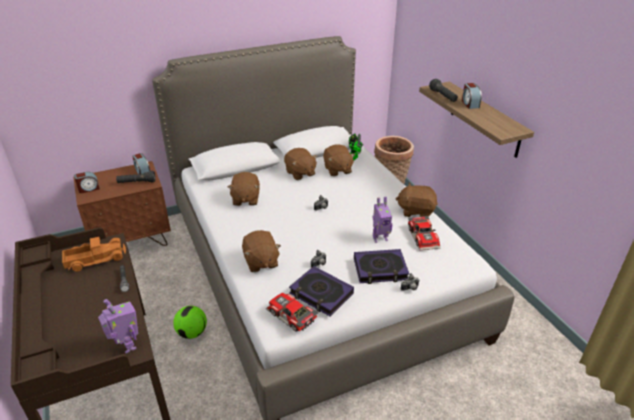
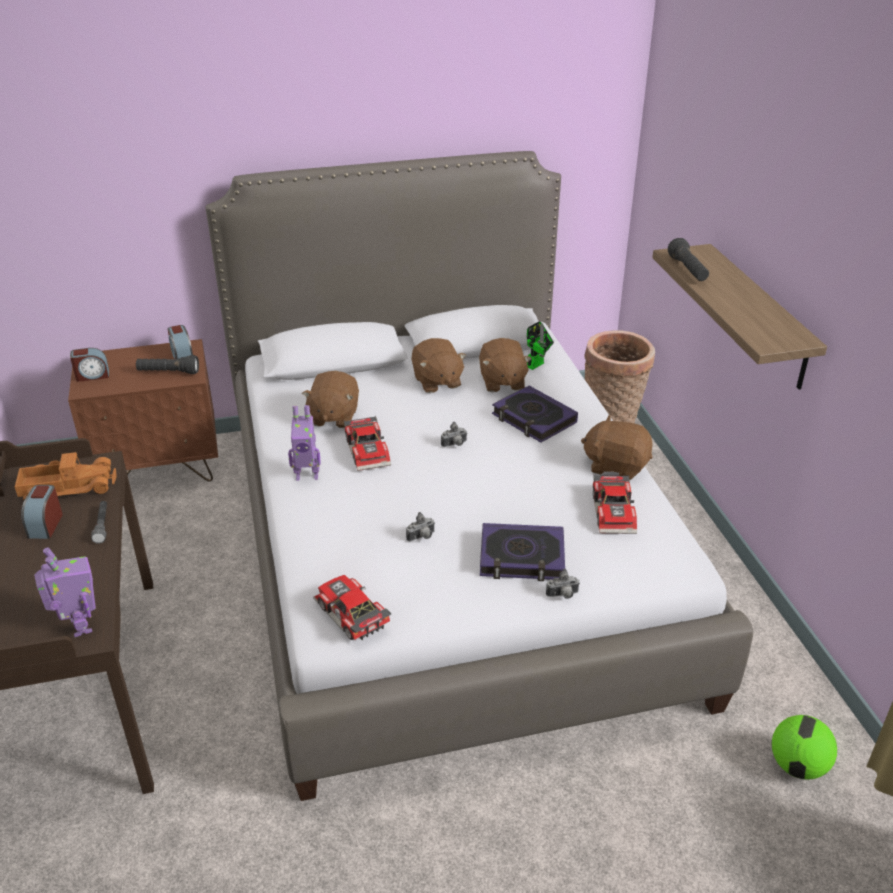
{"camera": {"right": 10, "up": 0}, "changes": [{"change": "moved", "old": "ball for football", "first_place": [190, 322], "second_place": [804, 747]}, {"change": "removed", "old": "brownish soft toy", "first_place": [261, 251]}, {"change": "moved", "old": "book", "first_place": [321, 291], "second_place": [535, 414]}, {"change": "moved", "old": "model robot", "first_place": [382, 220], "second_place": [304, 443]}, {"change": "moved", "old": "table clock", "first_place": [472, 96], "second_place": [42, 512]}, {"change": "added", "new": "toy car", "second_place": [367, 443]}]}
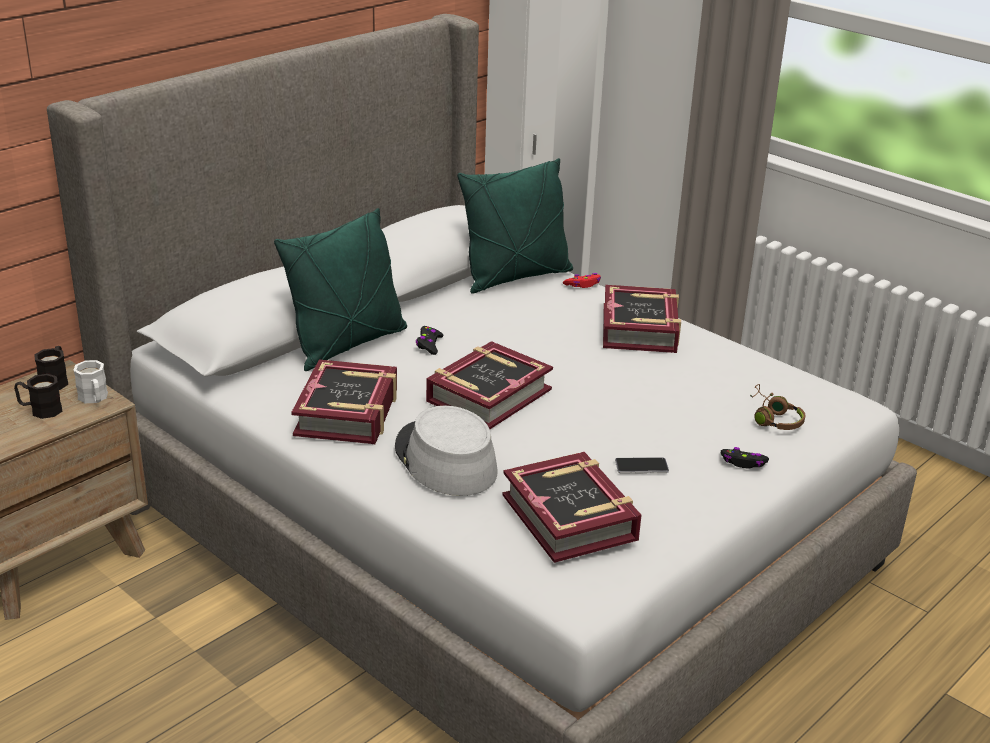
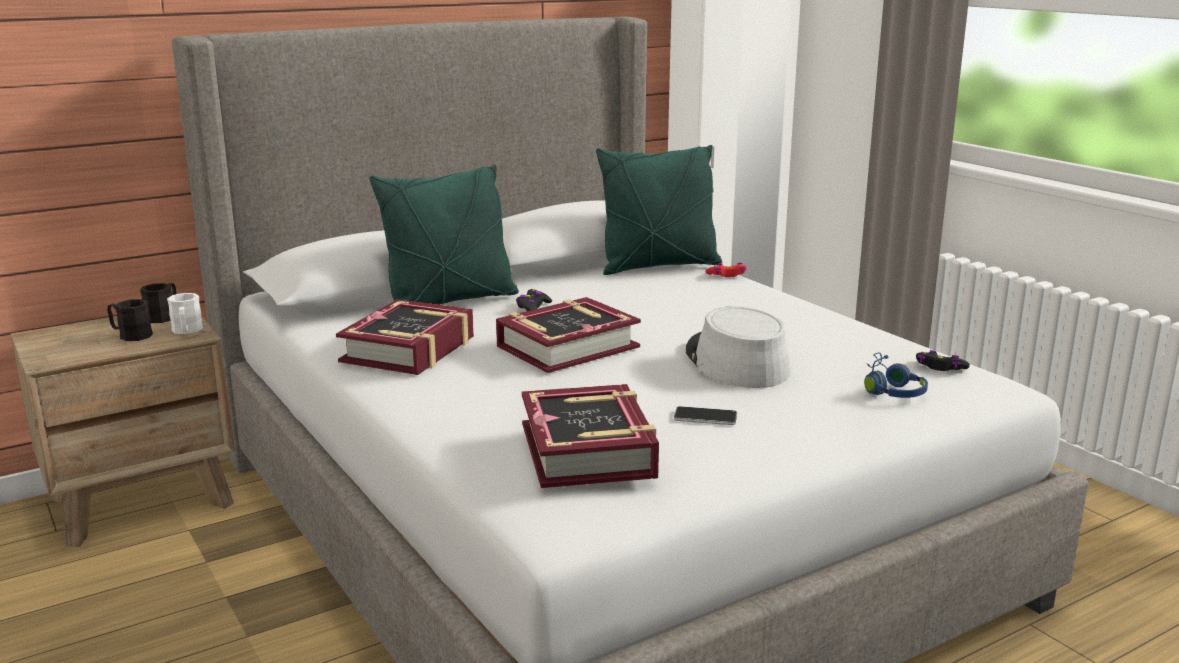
{"camera": {"right": 15, "up": -10}, "changes": [{"change": "moved", "old": "grey clothing hat", "first_place": [446, 451], "second_place": [738, 347]}, {"change": "removed", "old": "book", "first_place": [642, 319]}, {"change": "moved", "old": "blackish joypad", "first_place": [745, 458], "second_place": [943, 360]}, {"change": "recoloured", "old": "brownish pair of headphones", "new": "blue-coloured pair of headphones", "first_place": [777, 407], "second_place": [896, 375]}]}
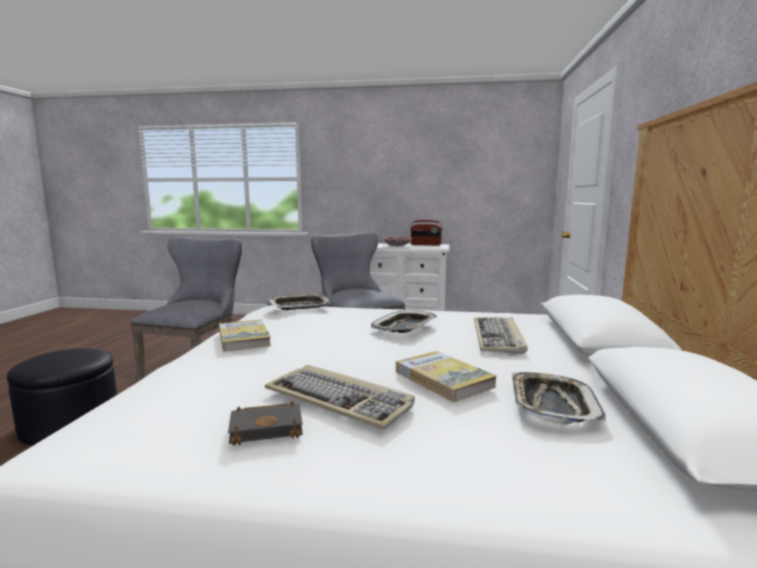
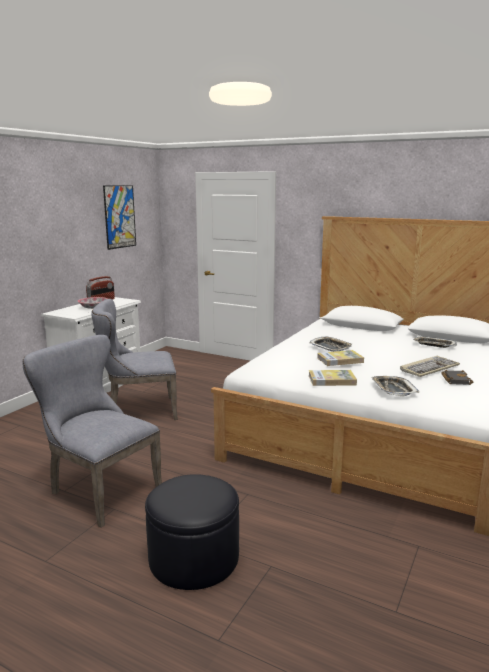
{"camera": {"right": -70, "up": 5}, "changes": [{"change": "moved", "old": "tray", "first_place": [298, 301], "second_place": [395, 386]}, {"change": "moved", "old": "book", "first_place": [446, 376], "second_place": [340, 358]}, {"change": "removed", "old": "computer keyboard", "first_place": [501, 335]}, {"change": "added", "new": "wall art", "second_place": [119, 217]}]}
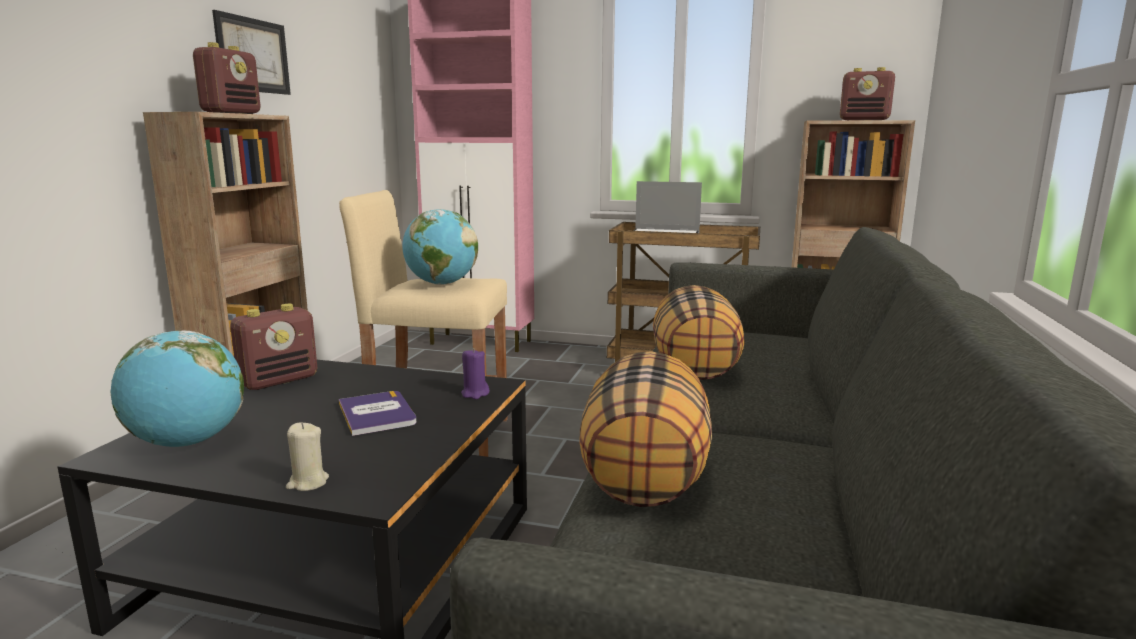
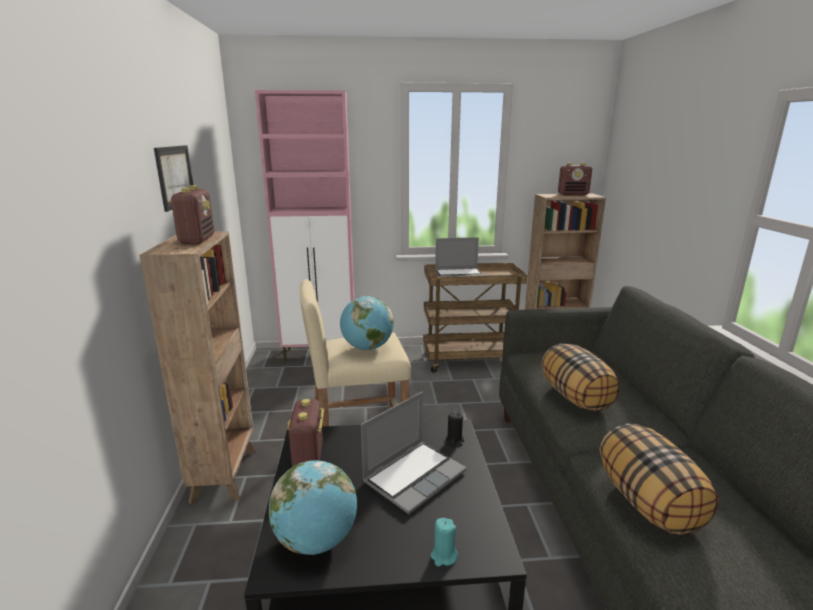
{"camera": {"right": -20, "up": 5}, "changes": [{"change": "turned", "old": "radio set", "first_place": [273, 347], "second_place": [305, 433], "degrees": 150}, {"change": "recoloured", "old": "beige wax candle", "new": "turquoise-coloured wax candle", "first_place": [307, 456], "second_place": [444, 542]}, {"change": "replaced", "old": "book", "new": "notebook computer", "first_place": [378, 413], "second_place": [414, 453]}, {"change": "recoloured", "old": "purplish wax candle", "new": "blackish wax candle", "first_place": [475, 373], "second_place": [455, 429]}]}
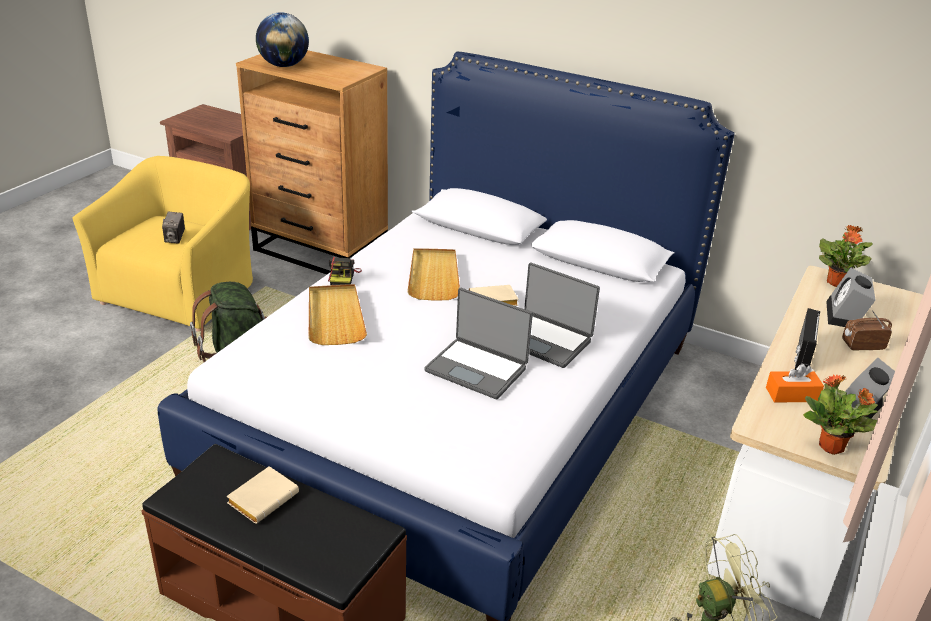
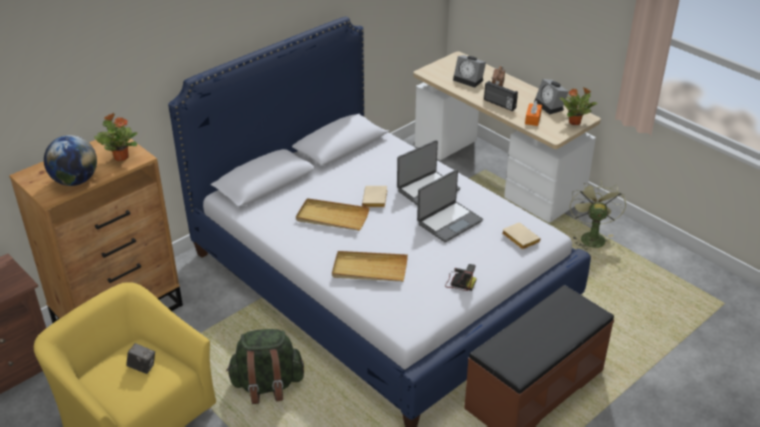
{"camera": {"right": -70, "up": 5}, "changes": [{"change": "moved", "old": "beige book", "first_place": [263, 495], "second_place": [521, 236]}, {"change": "moved", "old": "photo camera", "first_place": [345, 271], "second_place": [461, 277]}, {"change": "moved", "old": "potted plant", "first_place": [846, 256], "second_place": [116, 137]}]}
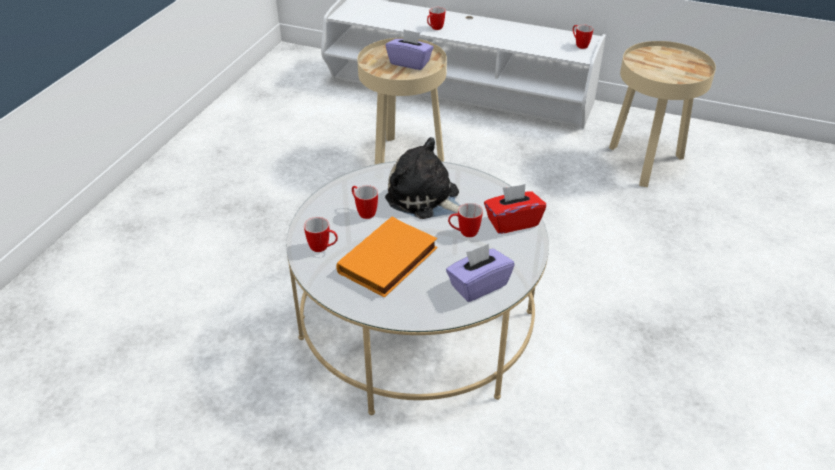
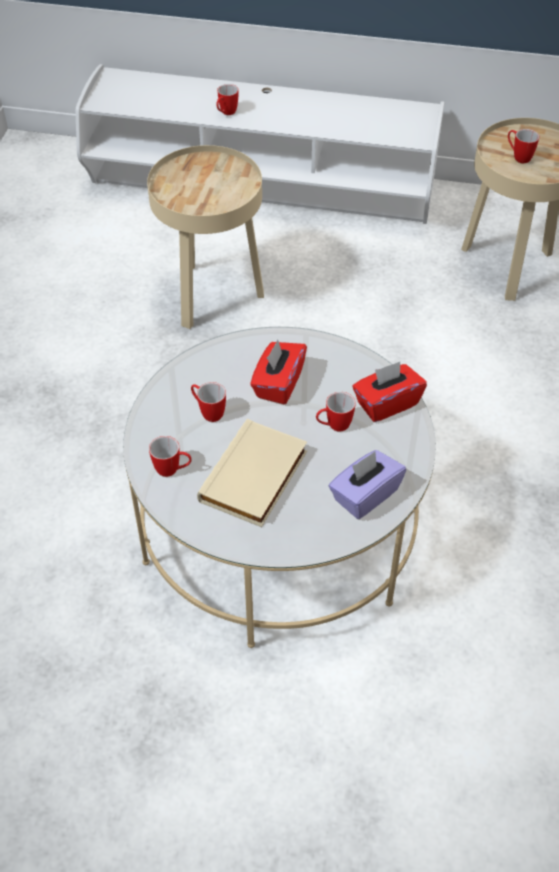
{"camera": {"right": -10, "up": 10}, "changes": [{"change": "recoloured", "old": "orange-coloured book", "new": "beige book", "first_place": [386, 257], "second_place": [252, 473]}, {"change": "replaced", "old": "soft toy", "new": "red box of tissues", "first_place": [423, 178], "second_place": [278, 372]}, {"change": "removed", "old": "purplish box of tissues", "first_place": [410, 49]}, {"change": "moved", "old": "tea mug", "first_place": [583, 37], "second_place": [523, 146]}]}
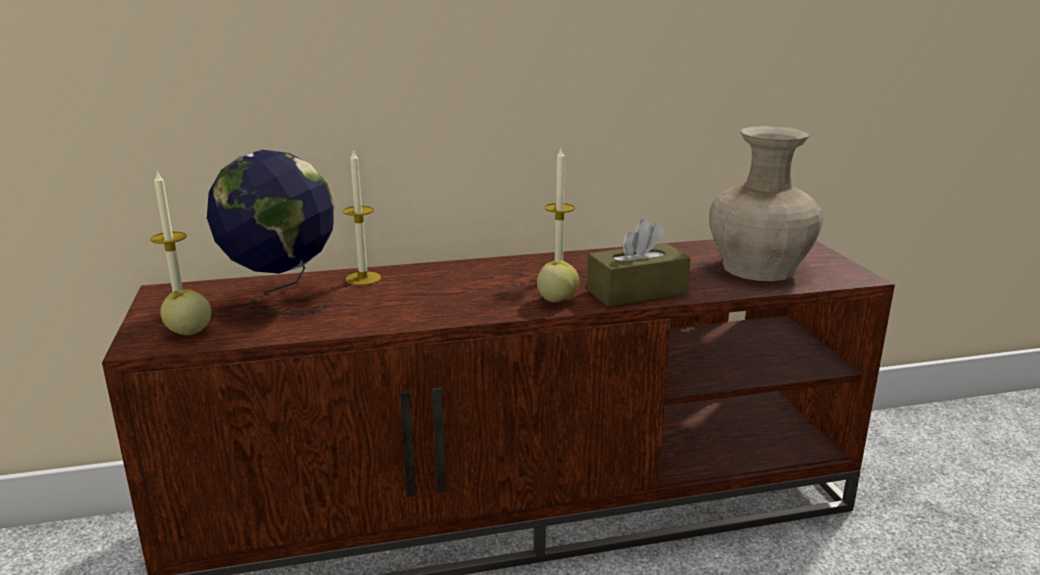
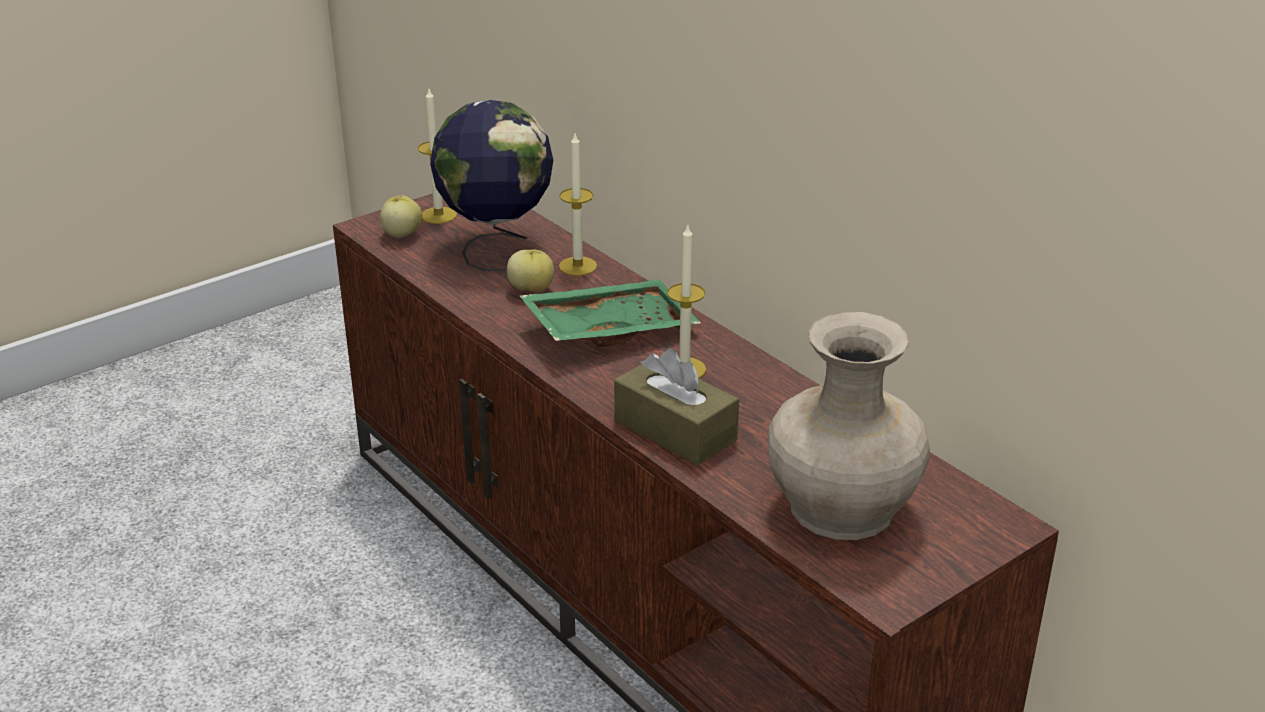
{"camera": {"right": 65, "up": 10}, "changes": [{"change": "moved", "old": "whole apple", "first_place": [558, 281], "second_place": [530, 271]}, {"change": "added", "new": "green-coloured tray", "second_place": [610, 313]}]}
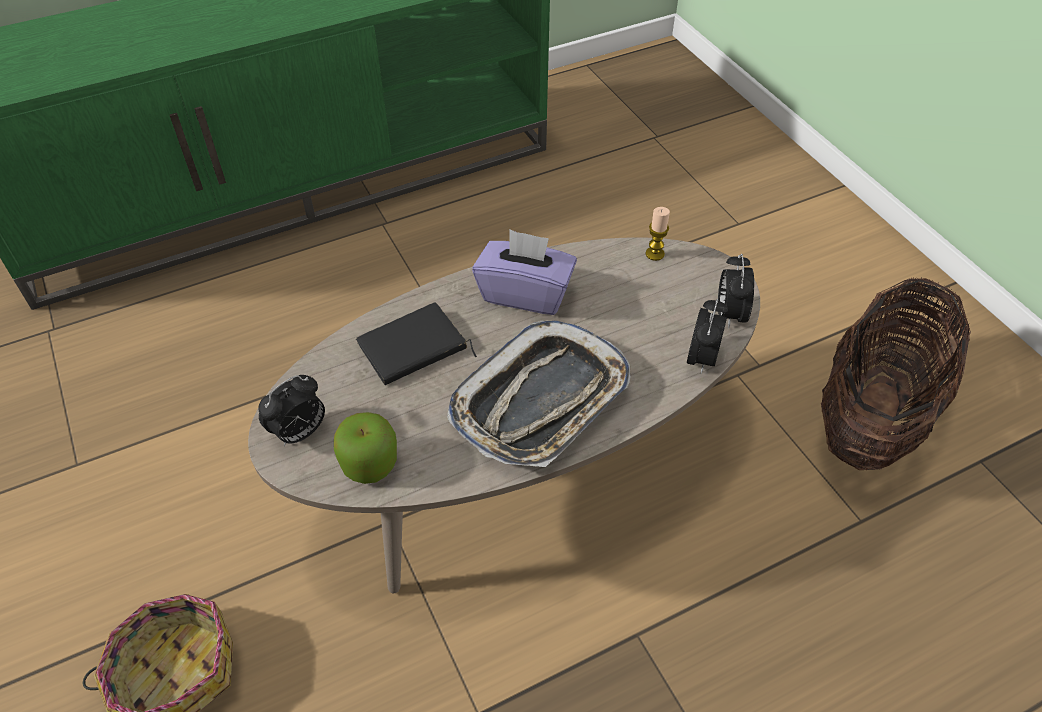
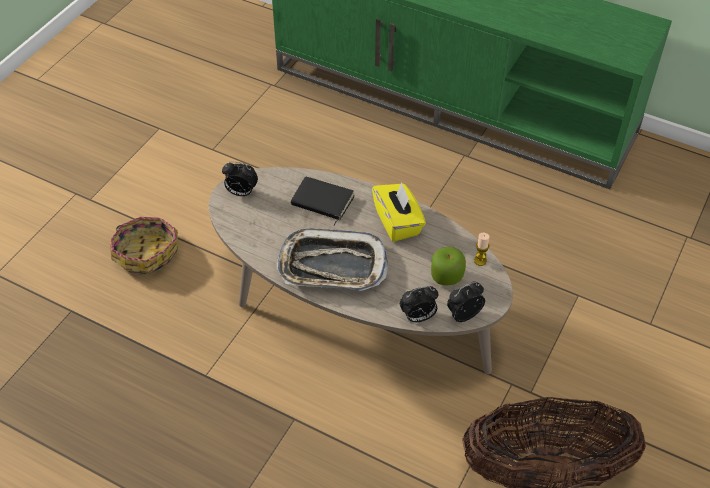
{"camera": {"right": 55, "up": 0}, "changes": [{"change": "moved", "old": "whole apple", "first_place": [365, 448], "second_place": [448, 266]}, {"change": "recoloured", "old": "purplish box of tissues", "new": "yellow-coloured box of tissues", "first_place": [524, 272], "second_place": [399, 212]}]}
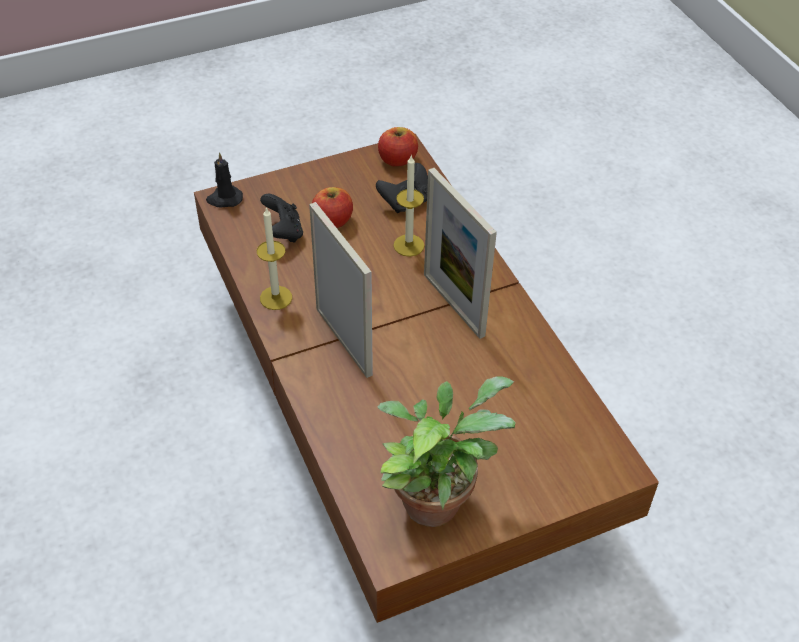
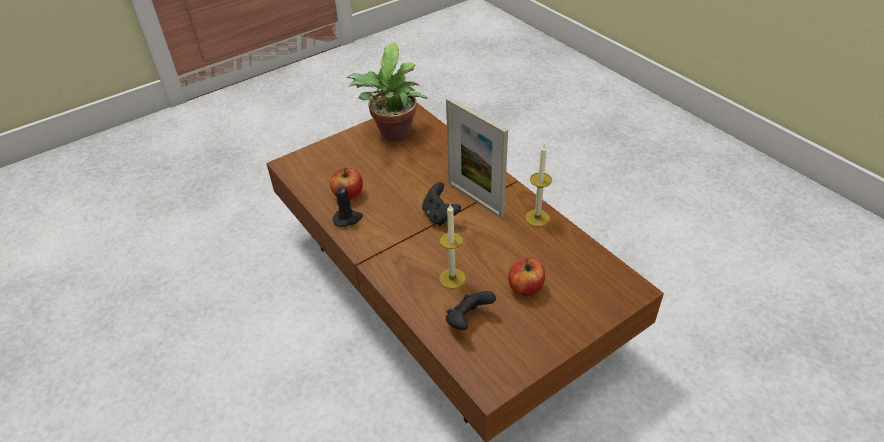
{"camera": {"right": 170, "up": -5}, "changes": [{"change": "moved", "old": "blackish wax candle", "first_place": [224, 180], "second_place": [348, 204]}, {"change": "moved", "old": "blackish joypad", "first_place": [281, 218], "second_place": [441, 204]}, {"change": "moved", "old": "whole apple", "first_place": [398, 147], "second_place": [346, 184]}, {"change": "removed", "old": "standing frame", "first_place": [460, 253]}]}
